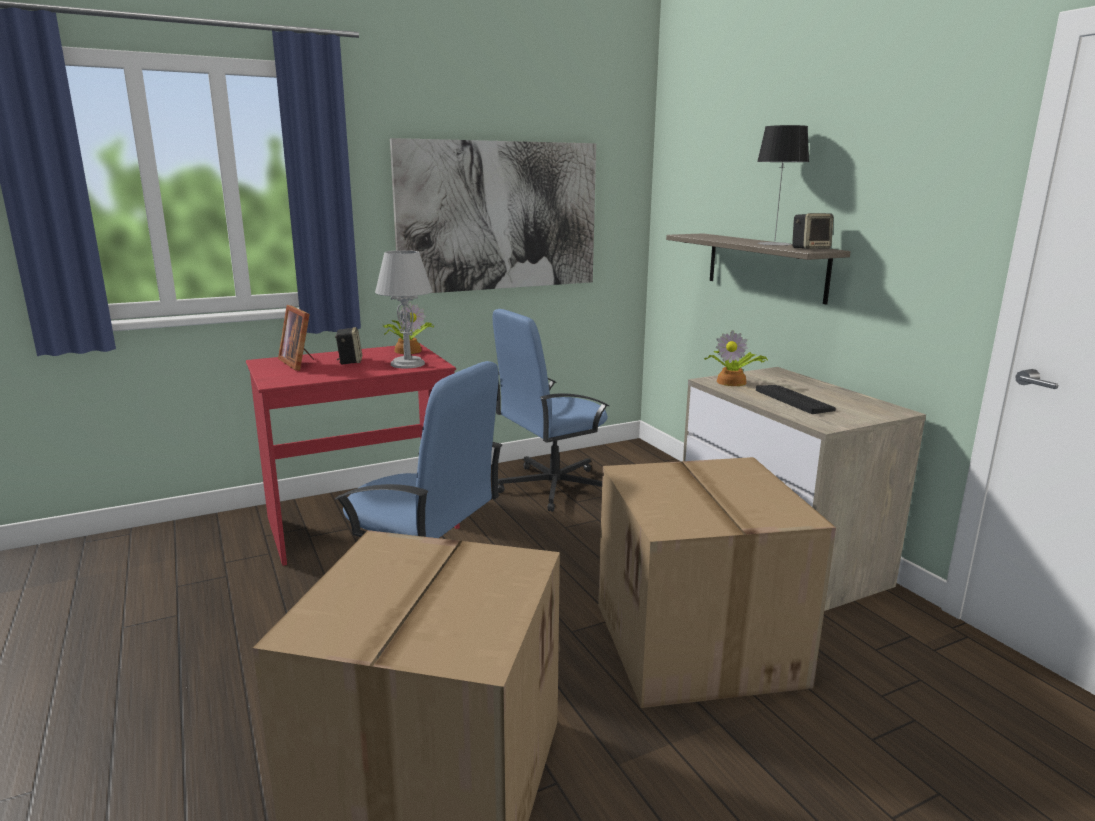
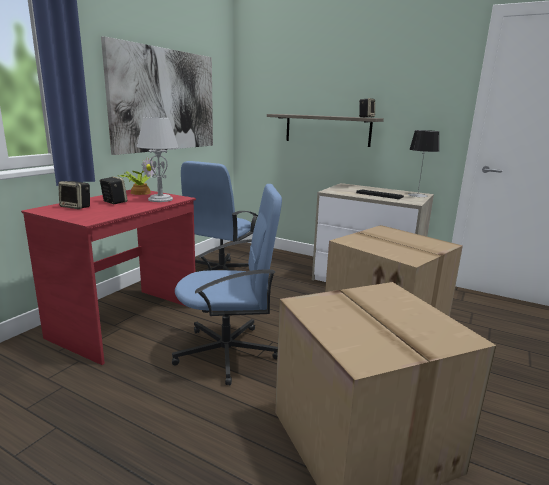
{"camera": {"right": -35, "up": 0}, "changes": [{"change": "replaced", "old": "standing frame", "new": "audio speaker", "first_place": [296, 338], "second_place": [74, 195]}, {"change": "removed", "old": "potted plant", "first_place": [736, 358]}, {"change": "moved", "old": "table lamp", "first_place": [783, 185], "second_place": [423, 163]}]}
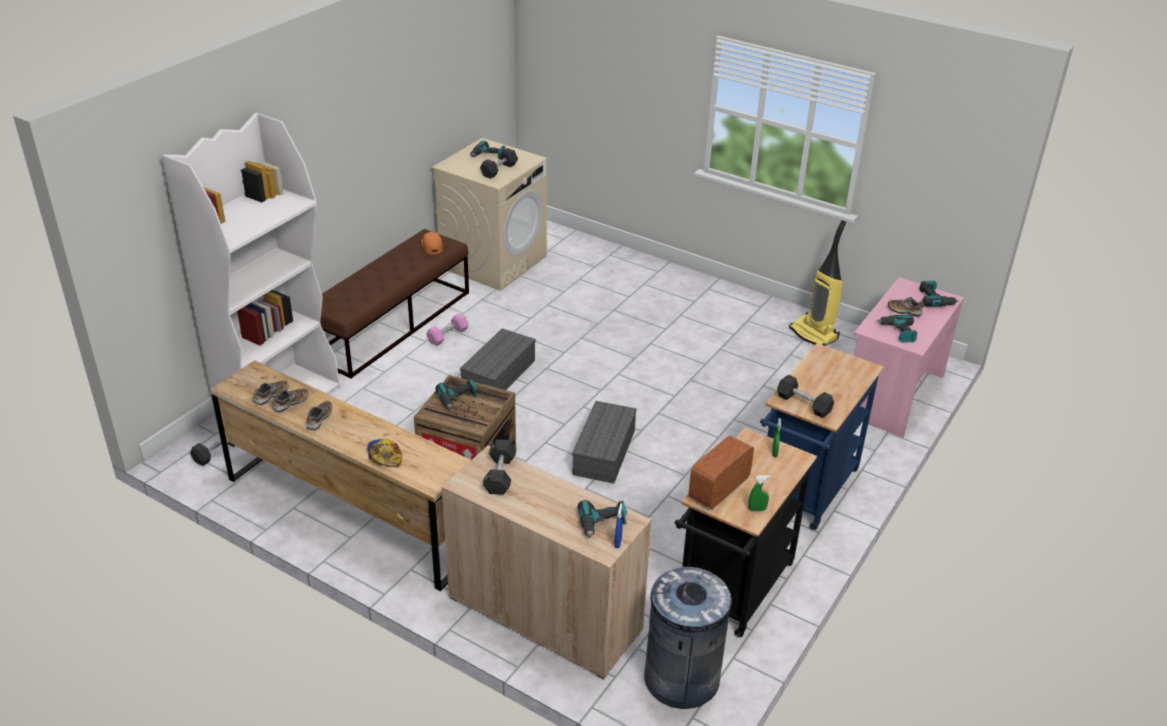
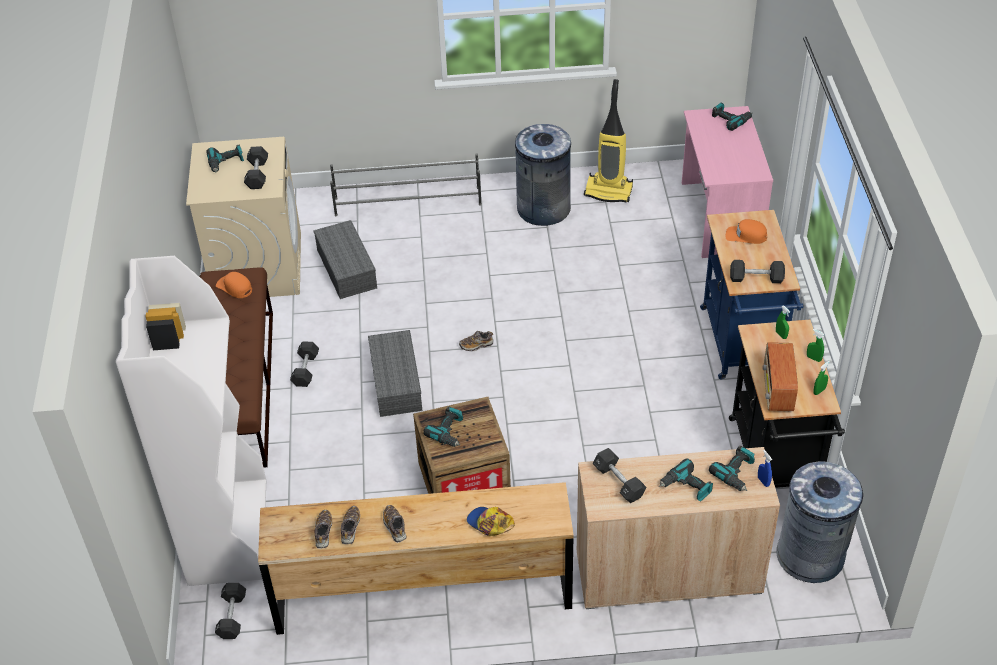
{"camera": {"right": -35, "up": 10}, "changes": [{"change": "recoloured", "old": "pink-coloured hand weight", "new": "blackish hand weight", "first_place": [448, 329], "second_place": [304, 364]}, {"change": "moved", "old": "grey storage box", "first_place": [604, 442], "second_place": [345, 259]}, {"change": "moved", "old": "drill", "first_place": [897, 329], "second_place": [686, 480]}, {"change": "moved", "old": "low shoe", "first_place": [906, 307], "second_place": [476, 341]}, {"change": "added", "new": "grey shoe stand", "second_place": [406, 184]}, {"change": "added", "new": "grey waste bin", "second_place": [543, 175]}, {"change": "added", "new": "orange-coloured cap", "second_place": [746, 231]}, {"change": "added", "new": "green-coloured hand sprayer", "second_place": [815, 345]}]}
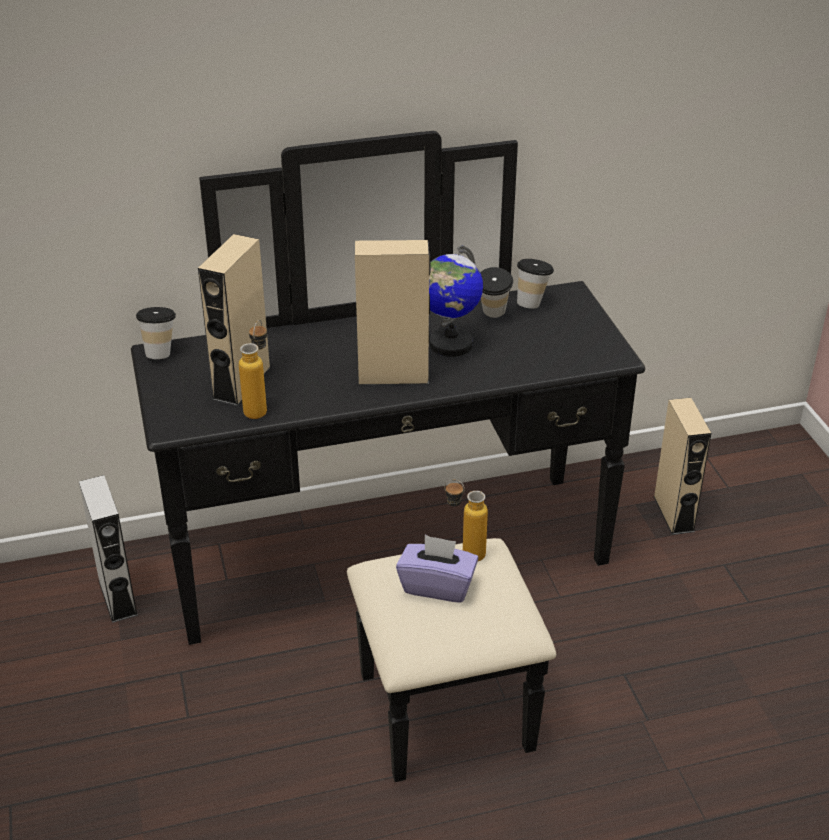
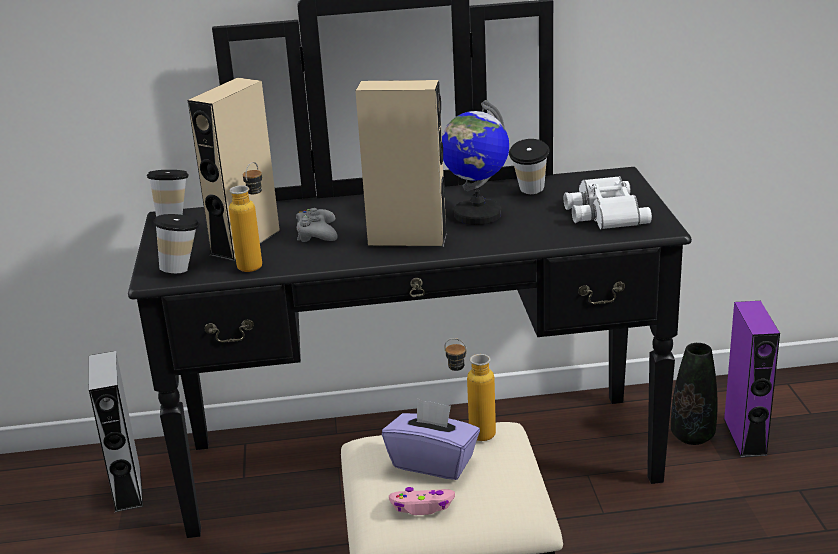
{"camera": {"right": 10, "up": -10}, "changes": [{"change": "moved", "old": "cup", "first_place": [535, 284], "second_place": [176, 243]}, {"change": "recoloured", "old": "beige audio speaker", "new": "purplish audio speaker", "first_place": [682, 466], "second_place": [751, 379]}, {"change": "added", "new": "grey joypad", "second_place": [317, 225]}, {"change": "added", "new": "pink-coloured joypad", "second_place": [422, 501]}, {"change": "added", "new": "whitish pair of binoculars", "second_place": [608, 202]}, {"change": "added", "new": "blackish flower vase", "second_place": [694, 394]}]}
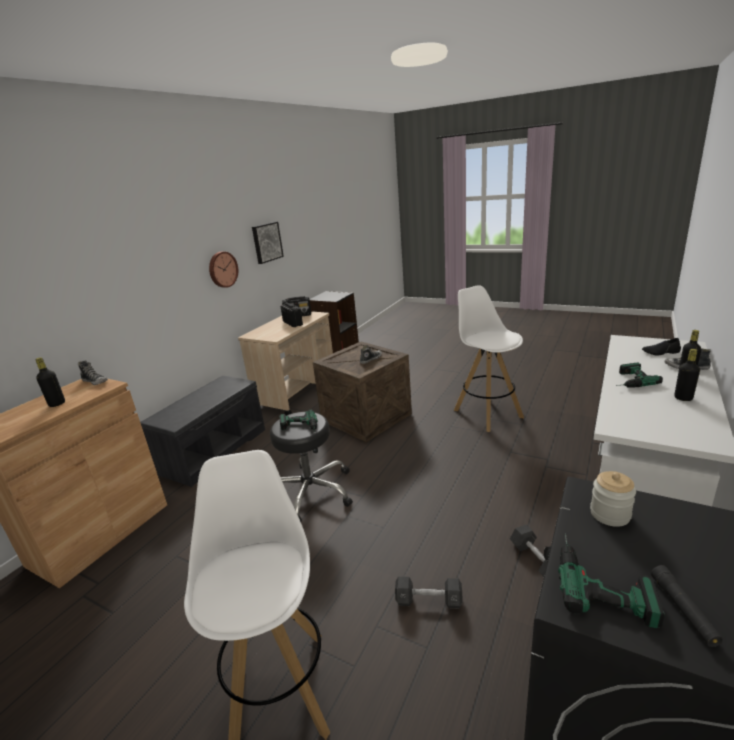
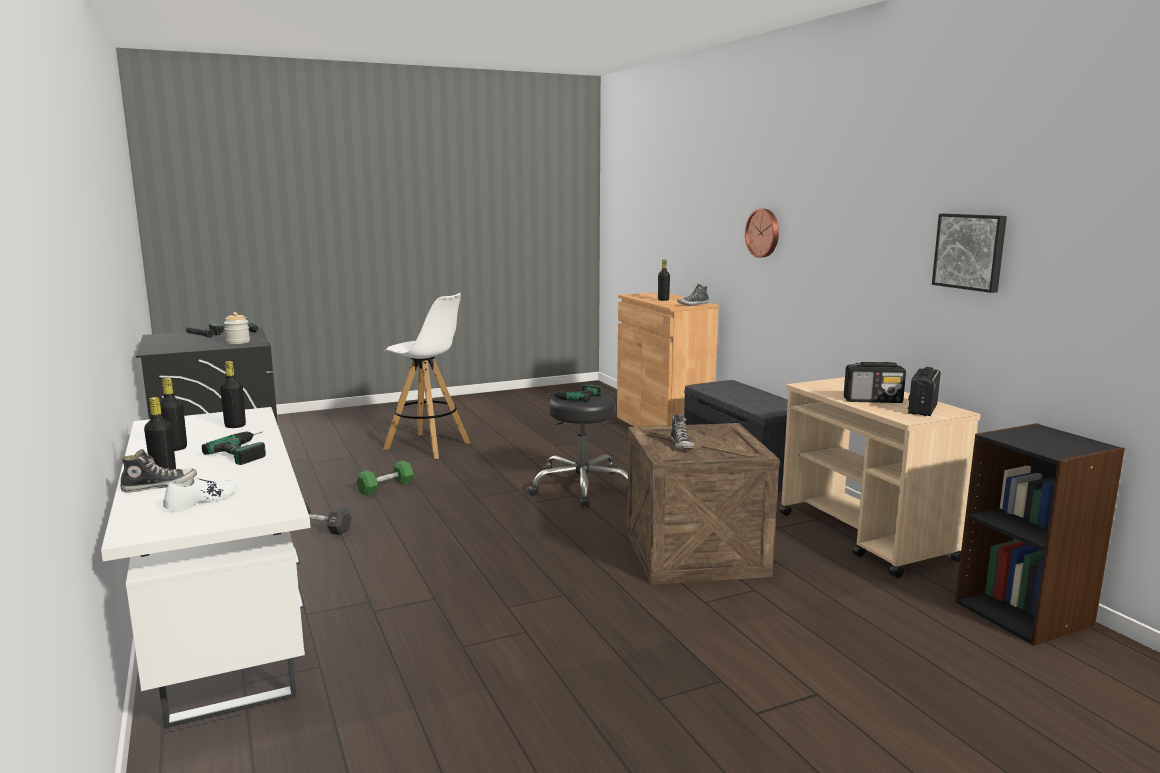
{"camera": {"right": 125, "up": -10}, "changes": [{"change": "moved", "old": "clock on the wall", "first_place": [223, 270], "second_place": [762, 233]}, {"change": "recoloured", "old": "blackish hand weight", "new": "green-coloured hand weight", "first_place": [429, 592], "second_place": [385, 478]}, {"change": "removed", "old": "whitish stool seat", "first_place": [489, 358]}, {"change": "recoloured", "old": "blackish low shoe", "new": "whitish low shoe", "first_place": [661, 346], "second_place": [200, 495]}, {"change": "added", "new": "blackish drink bottle", "second_place": [233, 394]}]}
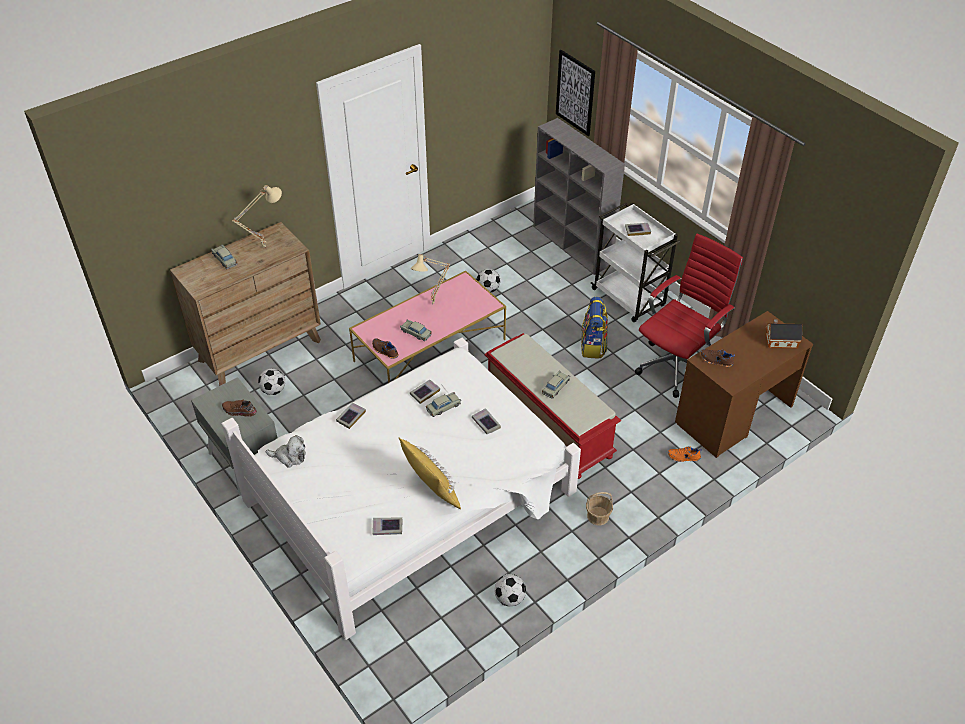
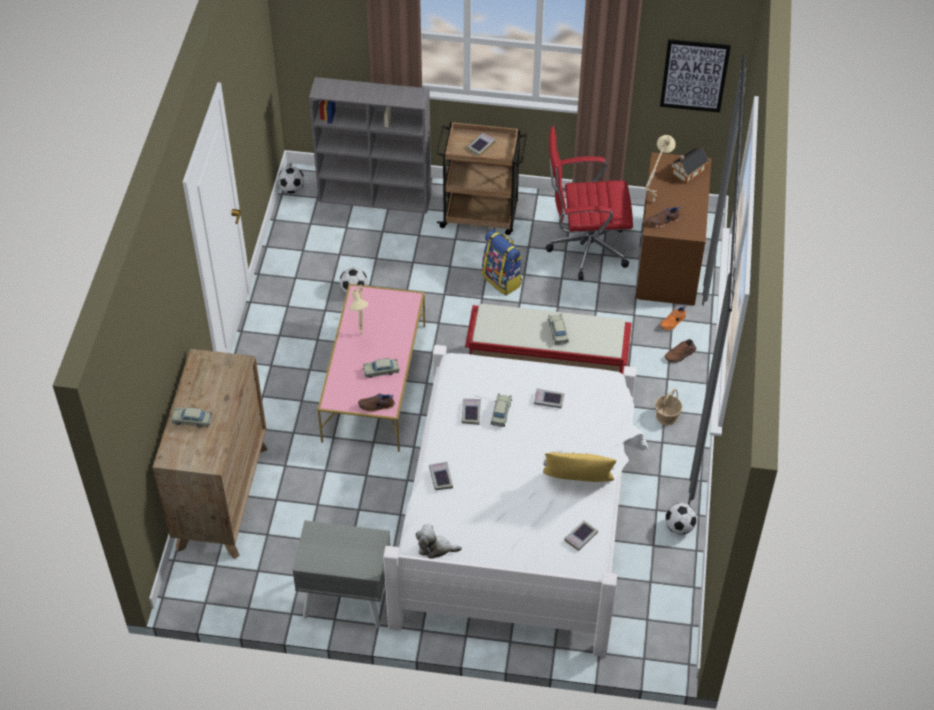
{"camera": {"right": -45, "up": 5}, "changes": [{"change": "moved", "old": "brownish low shoe", "first_place": [239, 408], "second_place": [680, 351]}, {"change": "moved", "old": "beige table lamp", "first_place": [257, 216], "second_place": [660, 169]}, {"change": "moved", "old": "ball for football", "first_place": [271, 382], "second_place": [291, 180]}, {"change": "turned", "old": "soft toy", "first_place": [285, 451], "second_place": [439, 541], "degrees": -135}, {"change": "moved", "old": "wall art", "first_place": [575, 93], "second_place": [695, 76]}, {"change": "recoloured", "old": "whitish trolley", "new": "brownish trolley", "first_place": [635, 262], "second_place": [481, 178]}, {"change": "turned", "old": "red office chair", "first_place": [689, 316], "second_place": [589, 203], "degrees": -90}]}
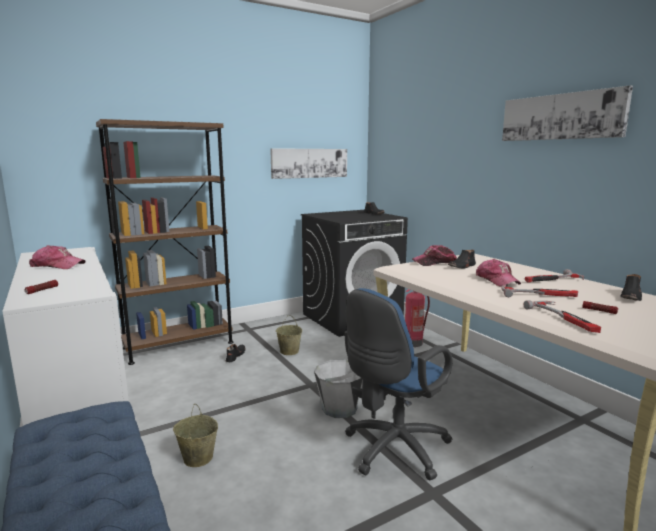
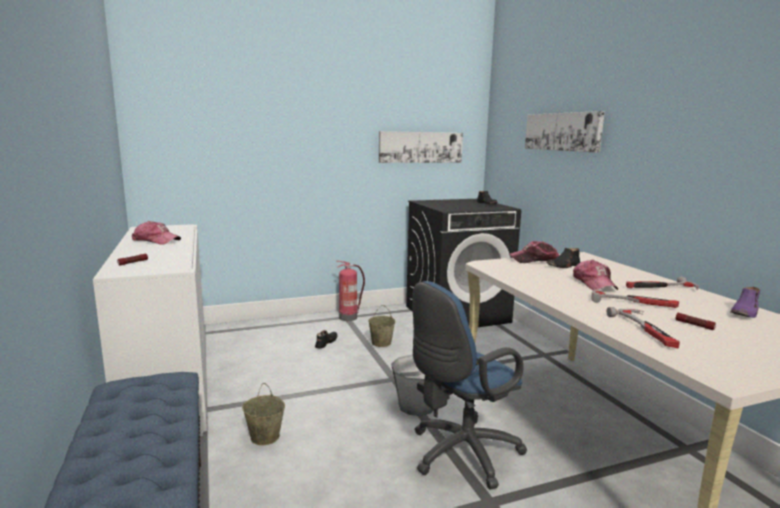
{"camera": {"right": 10, "up": 0}, "changes": [{"change": "removed", "old": "brownish bookcase", "first_place": [164, 242]}, {"change": "moved", "old": "fire-fighting cylinder", "first_place": [417, 318], "second_place": [350, 291]}, {"change": "moved", "old": "wall art", "first_place": [567, 113], "second_place": [565, 132]}, {"change": "recoloured", "old": "blackish low shoe", "new": "purplish low shoe", "first_place": [631, 287], "second_place": [745, 302]}]}
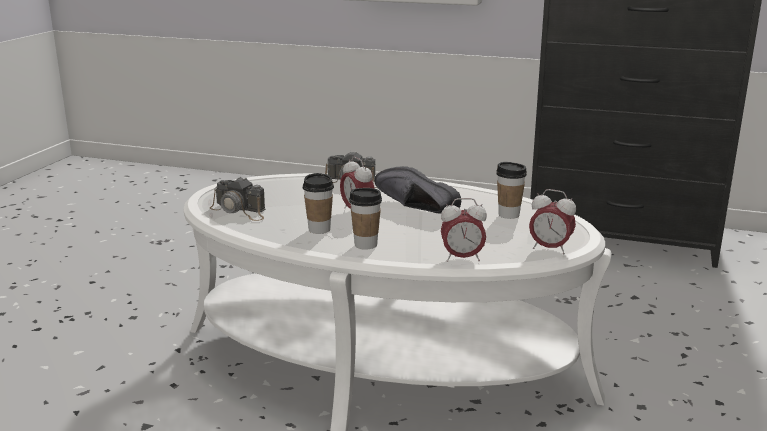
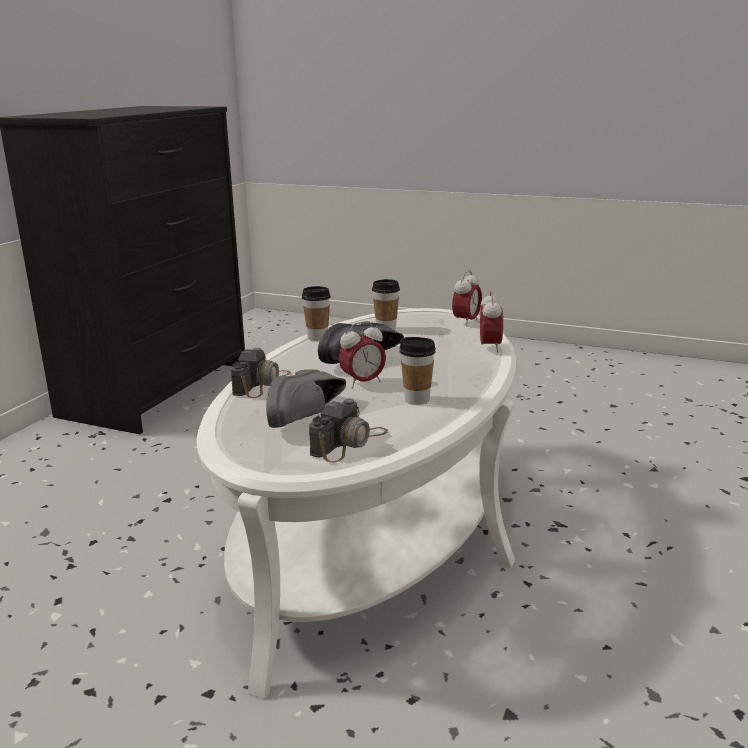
{"camera": {"right": -85, "up": 0}, "changes": [{"change": "moved", "old": "cup", "first_place": [365, 219], "second_place": [316, 313]}, {"change": "added", "new": "grey low shoe", "second_place": [306, 398]}]}
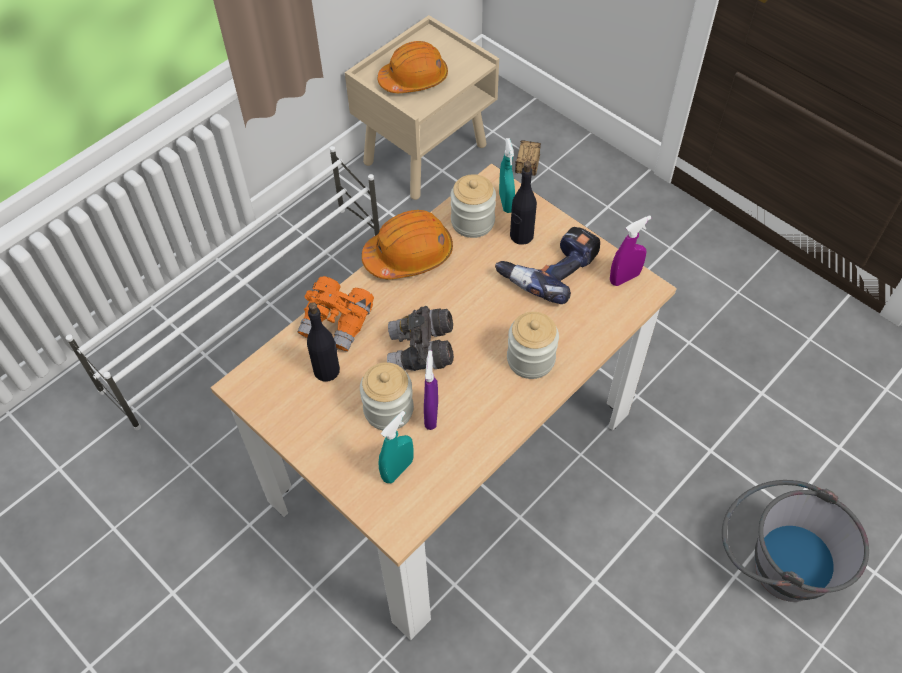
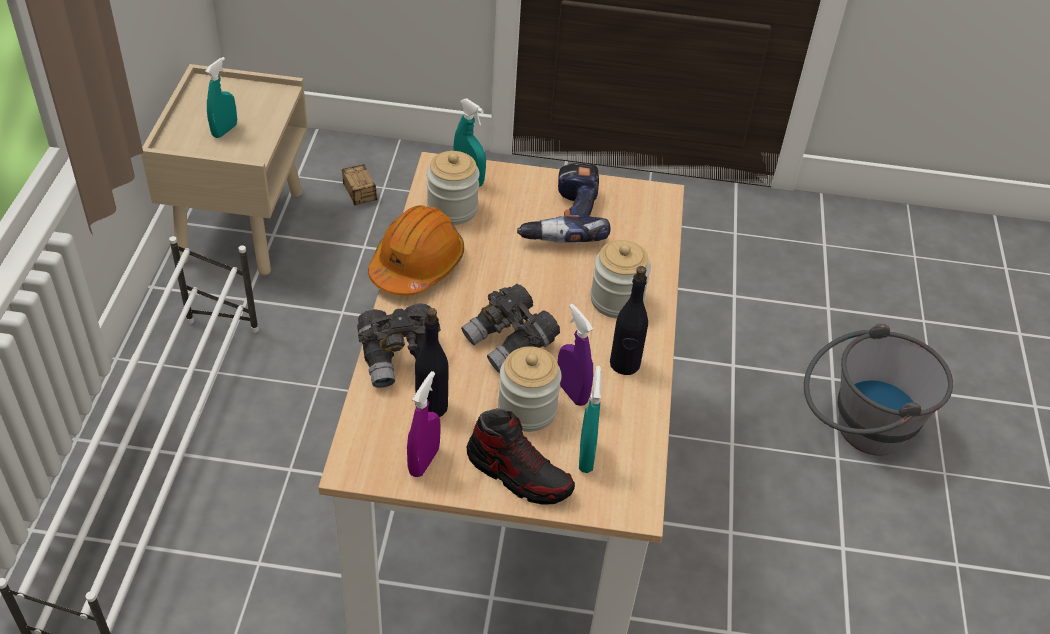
{"camera": {"right": -40, "up": -10}, "changes": [{"change": "recoloured", "old": "orange-coloured pair of binoculars", "new": "grey pair of binoculars", "first_place": [336, 313], "second_place": [399, 345]}, {"change": "replaced", "old": "orange-coloured work helmet", "new": "turquoise-coloured hand sprayer", "first_place": [413, 67], "second_place": [221, 97]}, {"change": "moved", "old": "blackish drink bottle", "first_place": [523, 203], "second_place": [629, 320]}, {"change": "moved", "old": "purplish hand sprayer", "first_place": [630, 250], "second_place": [424, 424]}, {"change": "added", "new": "low shoe", "second_place": [521, 456]}]}
